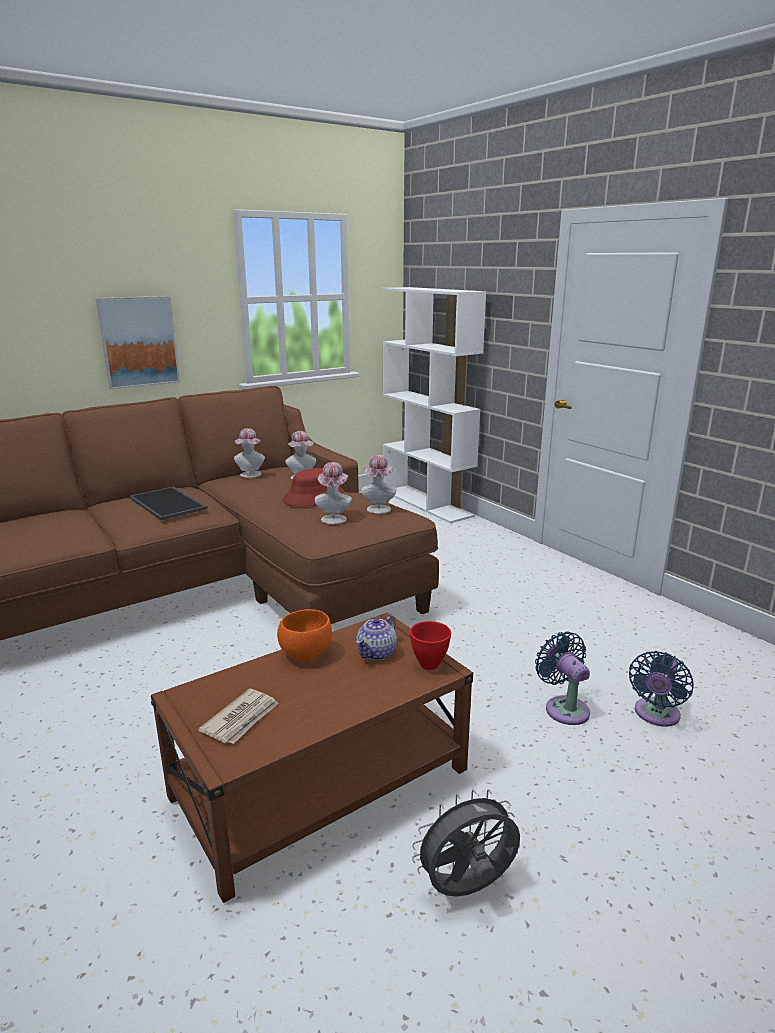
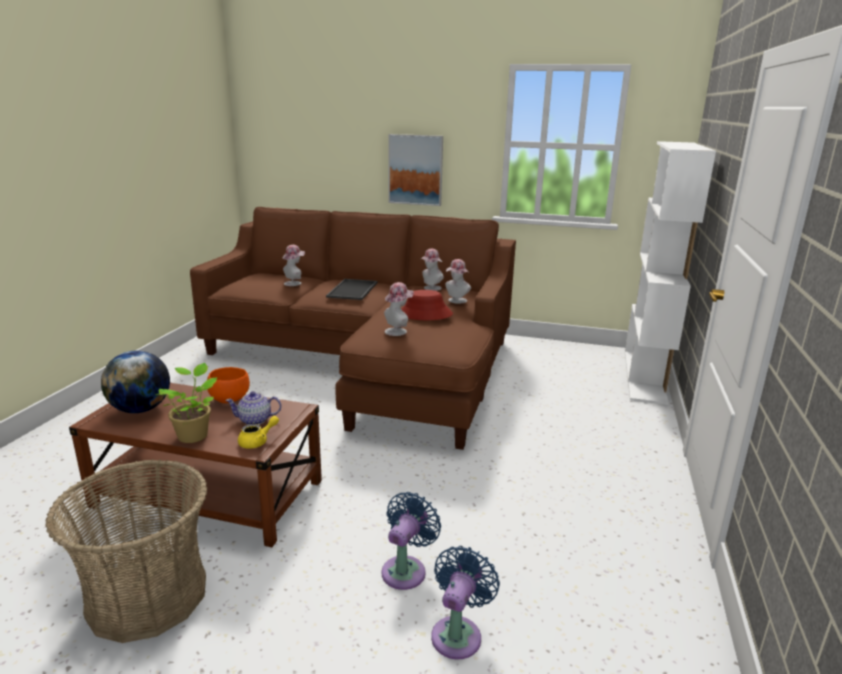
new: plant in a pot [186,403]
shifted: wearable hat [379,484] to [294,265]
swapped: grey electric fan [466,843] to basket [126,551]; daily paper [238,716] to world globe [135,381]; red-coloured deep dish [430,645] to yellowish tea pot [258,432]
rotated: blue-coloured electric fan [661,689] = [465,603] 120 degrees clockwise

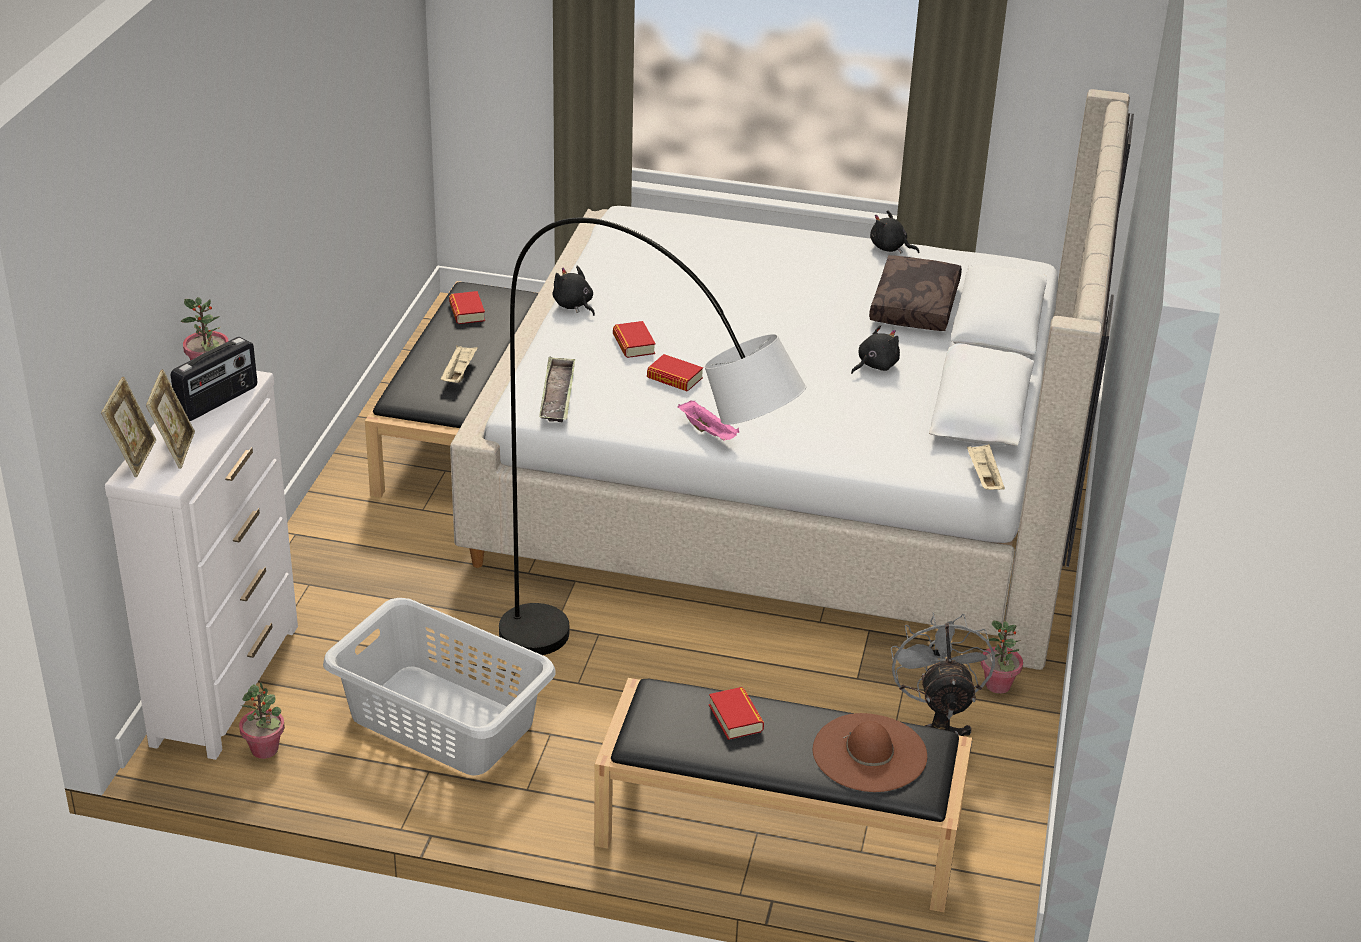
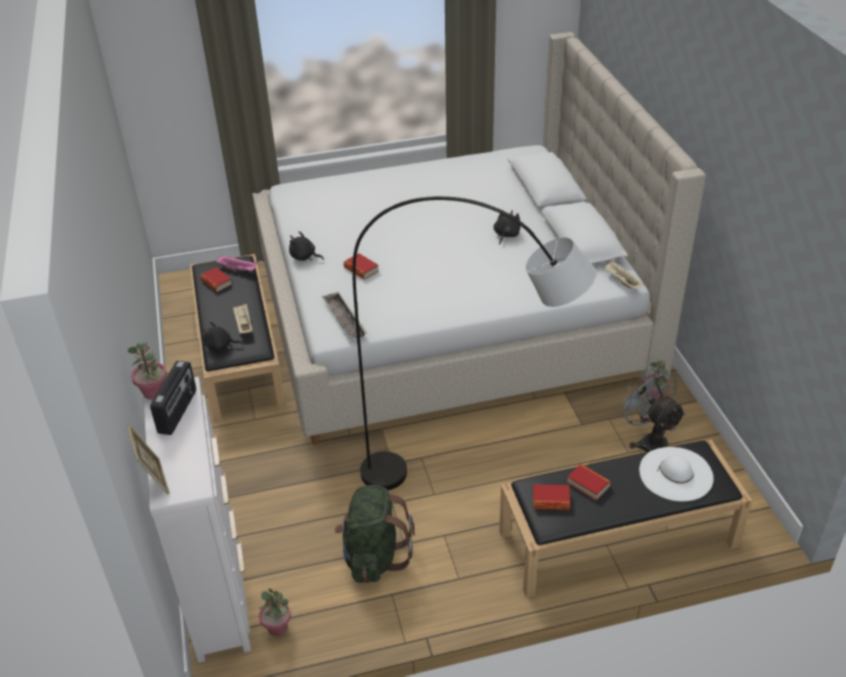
gone: standing frame [170,419]; brown throw pillow [915,293]
shifted: black plush toy [894,231] to [223,336]; pink-coloured carrying tray [708,420] to [236,263]; bound book [675,373] to [551,497]
swapped: grey washing basket [439,687] to green backpack [375,534]
repainted: brown wearable hat [870,752] to whitish wearable hat [676,474]

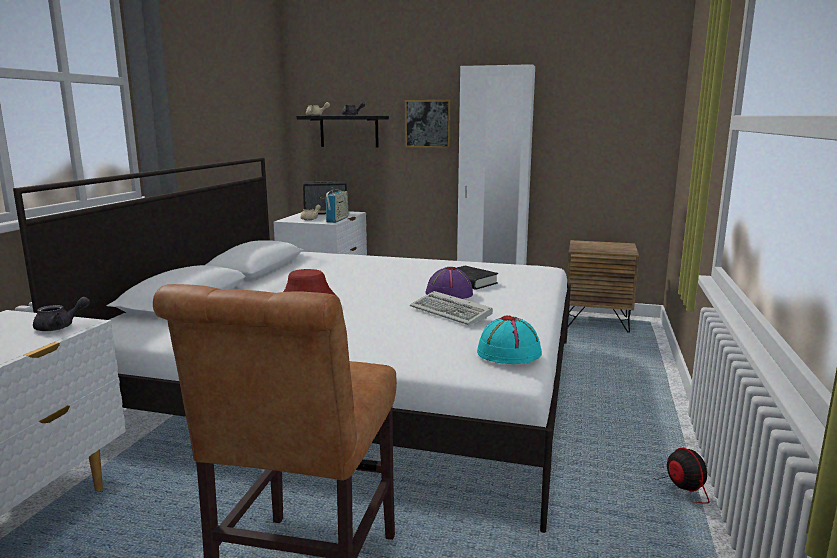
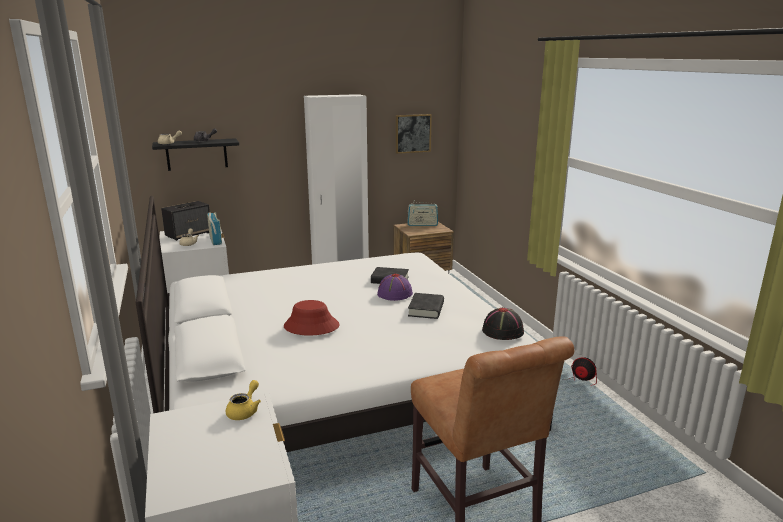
new: radio [422,214]
shifted: wall art [428,124] to [414,134]
swapped: computer keyboard [451,308] to black bound book [426,306]
repainted: grey tea pot [61,314] to yellowish tea pot [243,400]; blue-green wearable hat [509,339] to black wearable hat [503,323]

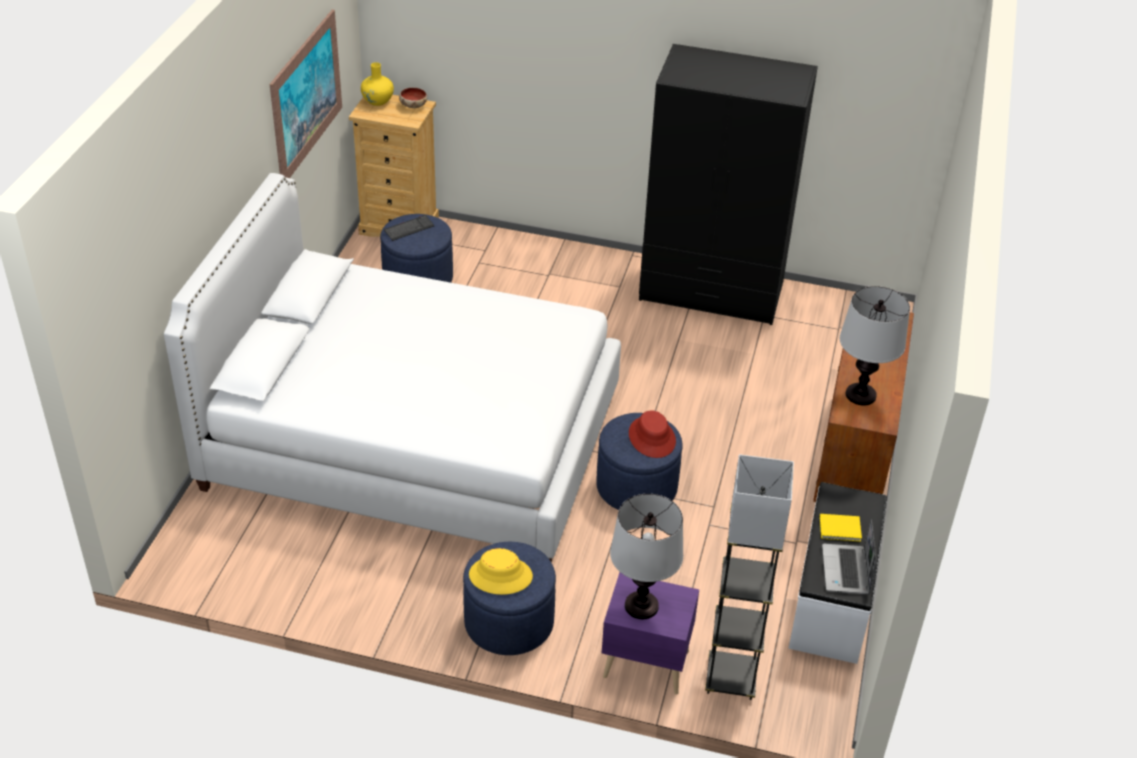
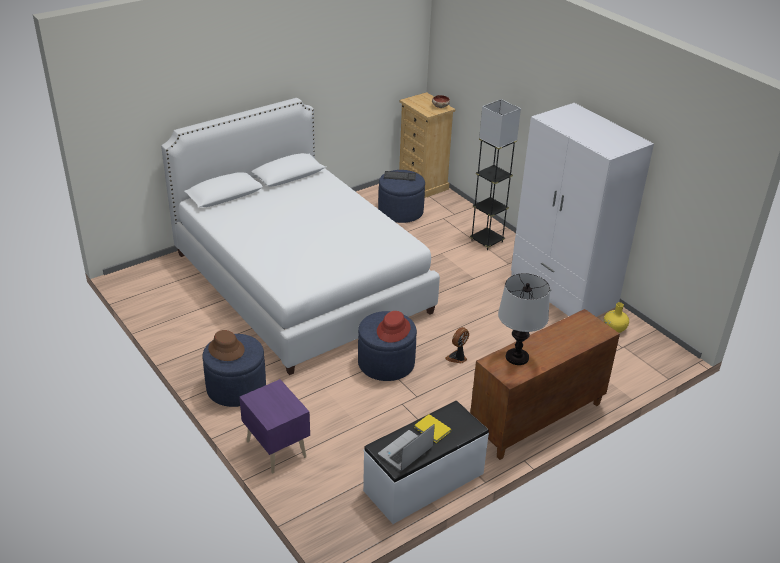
gone: wall art [306,93]; table lamp [646,556]
new: electric fan [457,345]
shifted: black floor lamp [749,577] to [495,174]; yellowish flower vase [377,84] to [616,317]
repainted: yellowish wearable hat [501,571] to brown wearable hat [226,345]; black armoire [728,184] to whitish armoire [582,210]

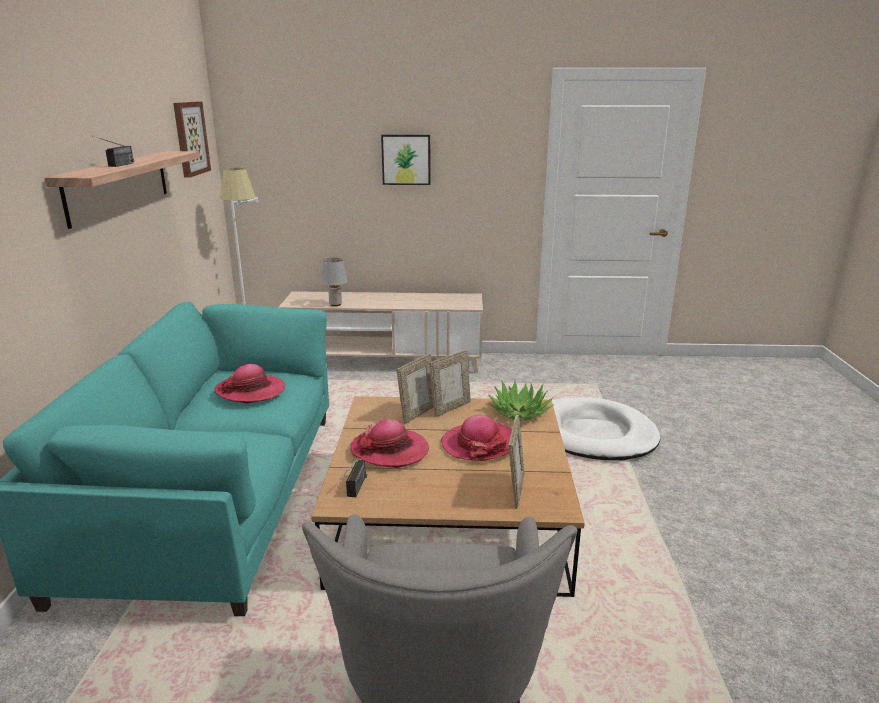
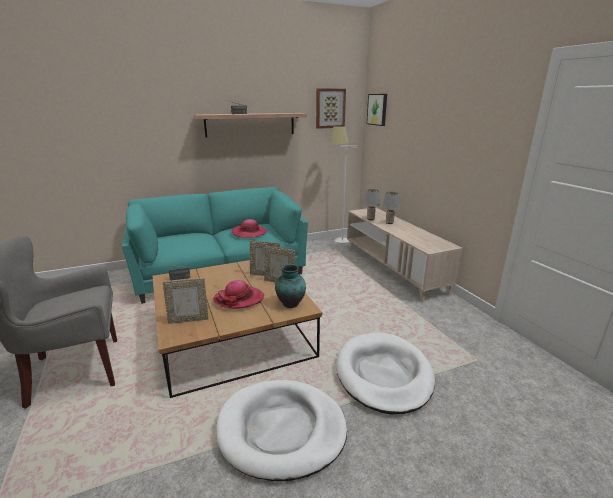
gone: wearable hat [389,443]
new: whitish dog bed [281,430]; grey table lamp [391,208]
shifted: wall art [406,160] to [377,110]
swapped: plant in a pot [521,400] to flower vase [290,286]

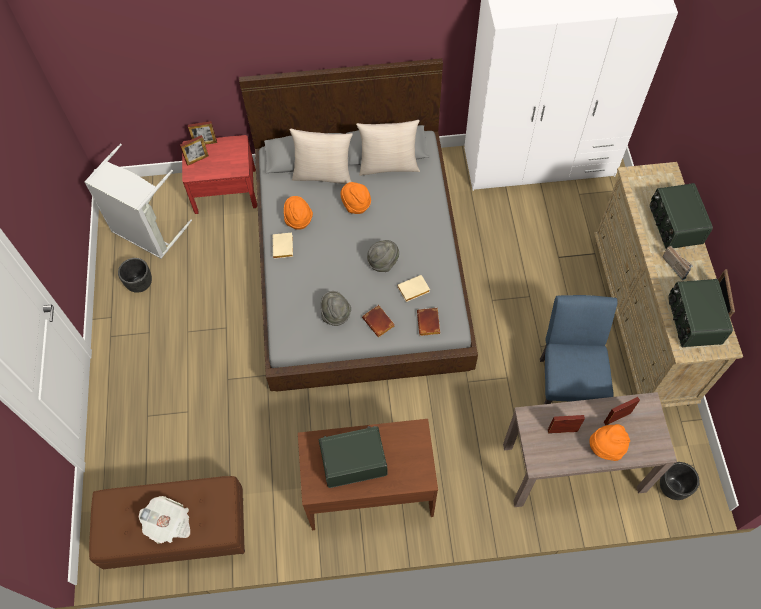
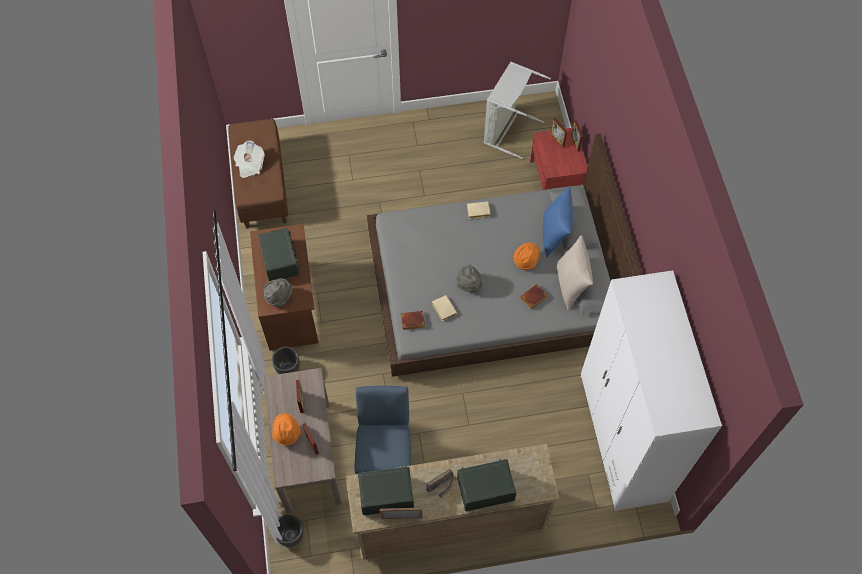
gone: orange wearable hat [298,213]
shifted: grey wearable hat [336,308] to [277,293]; black flower pot [135,275] to [286,360]; brown bound book [378,321] to [534,296]
repainted: beige throw pillow [321,156] to blue-coloured throw pillow [558,221]
rotated: blue-coloured plain chair [579,349] = [382,429] 90 degrees counterclockwise

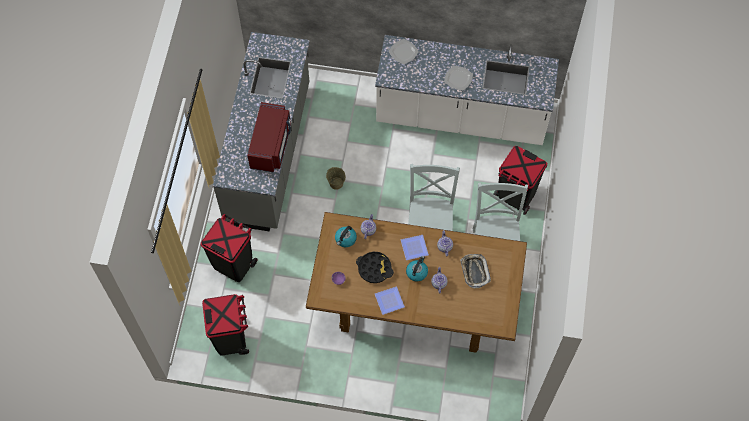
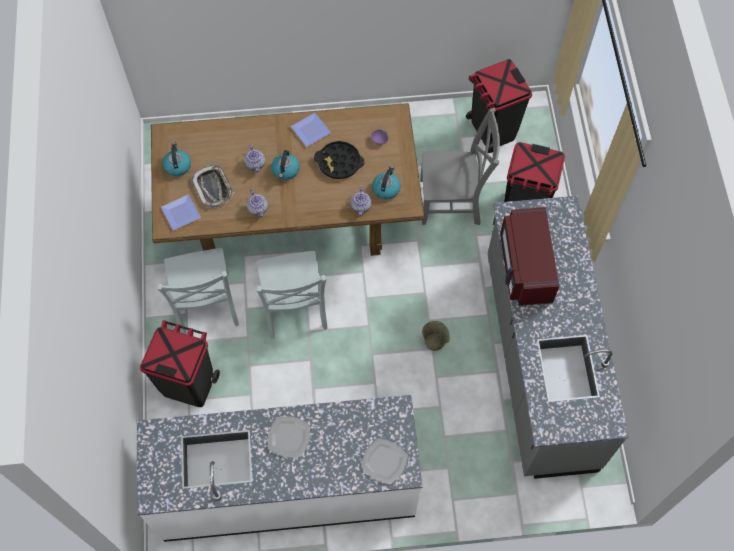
new: kettle [177,159]; grey plain chair [460,166]
shifted: dinner plate [415,247] to [181,213]

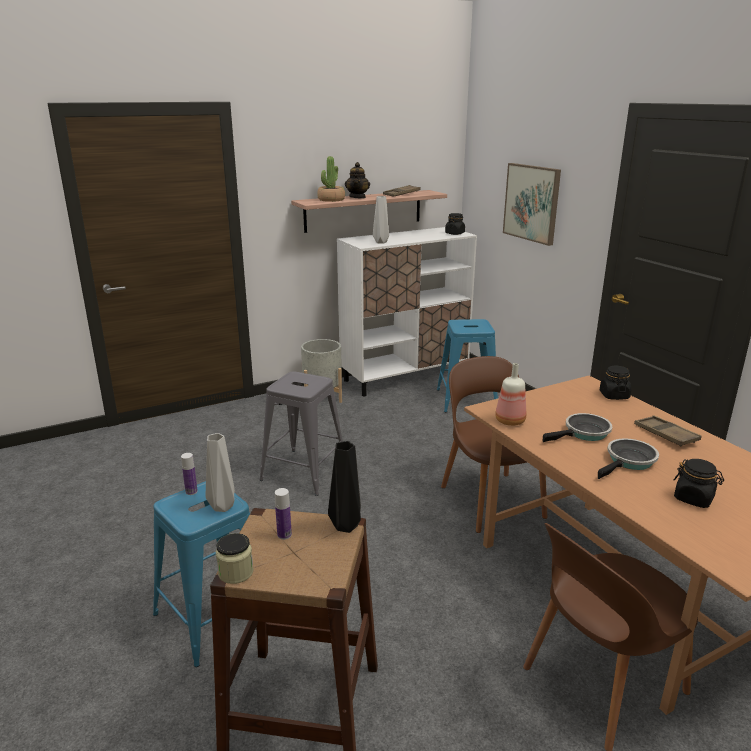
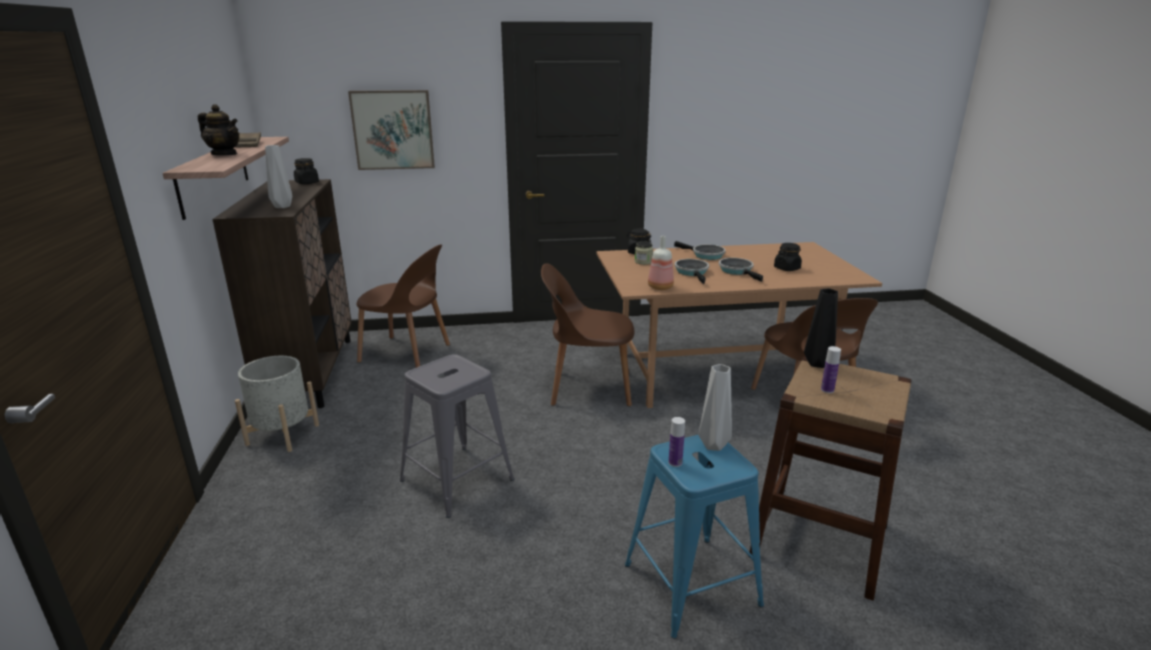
gone: plant in a pot [331,179]
shifted: storage jar [235,558] to [644,253]
swapped: blue-coloured sitting stool [467,366] to brown plain chair [403,306]; brown carrying tray [667,430] to skillet [700,250]
repainted: whitish cabinet [407,311] to brown cabinet [282,293]

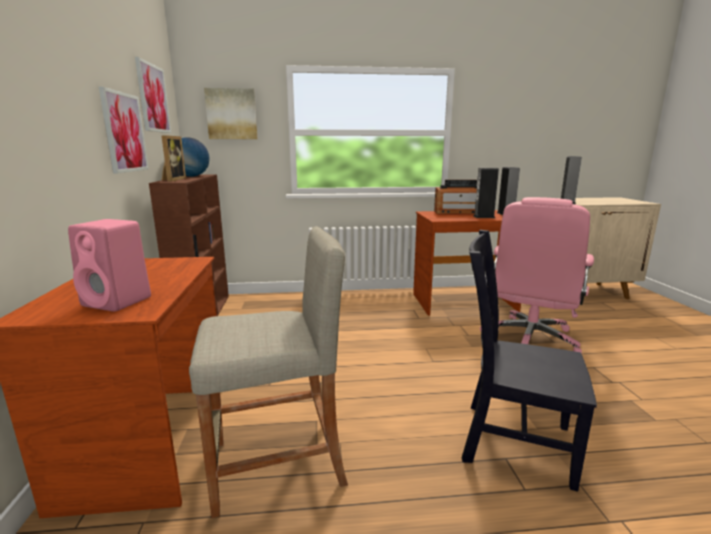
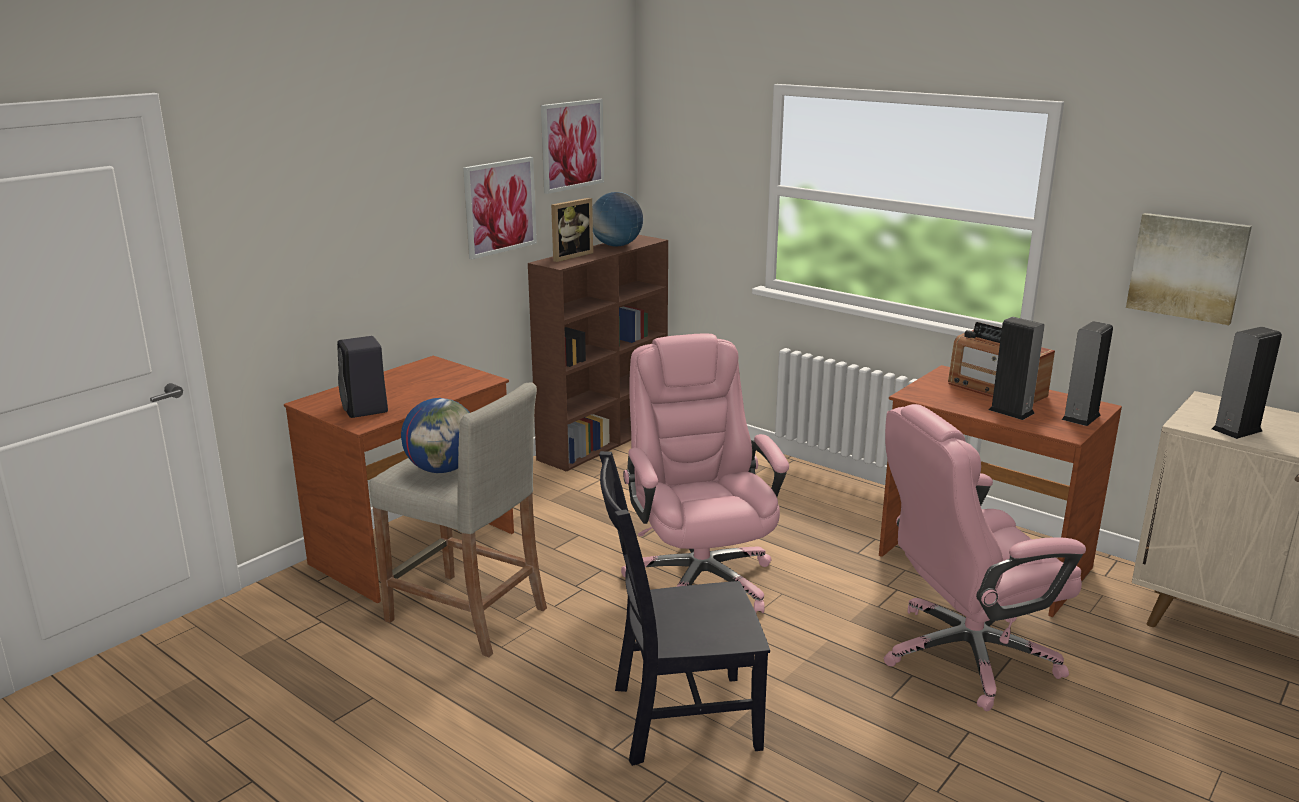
new: world globe [435,435]; pink-coloured computer chair [705,473]
shifted: wall art [231,113] to [1189,269]
repainted: pink-coloured speaker [109,265] to black speaker [362,377]
rotated: black plain chair [529,361] = [684,608] 75 degrees counterclockwise

